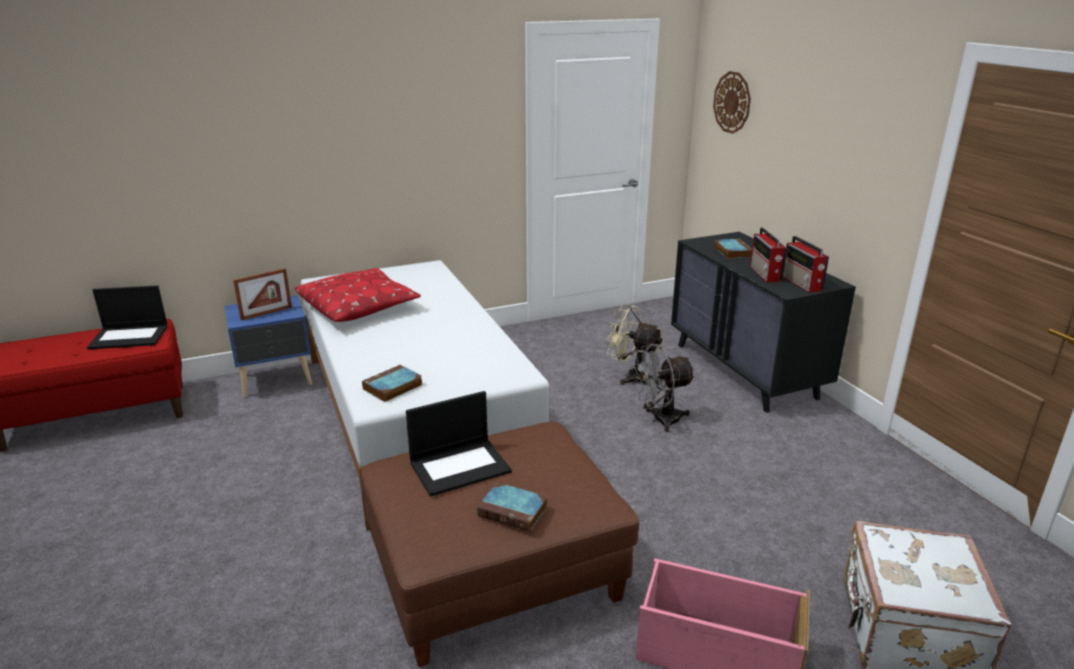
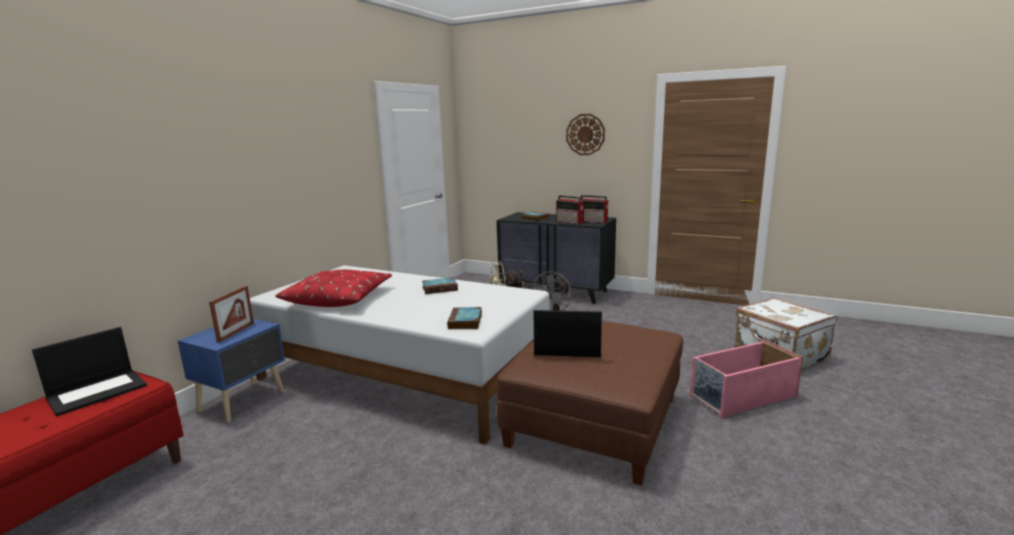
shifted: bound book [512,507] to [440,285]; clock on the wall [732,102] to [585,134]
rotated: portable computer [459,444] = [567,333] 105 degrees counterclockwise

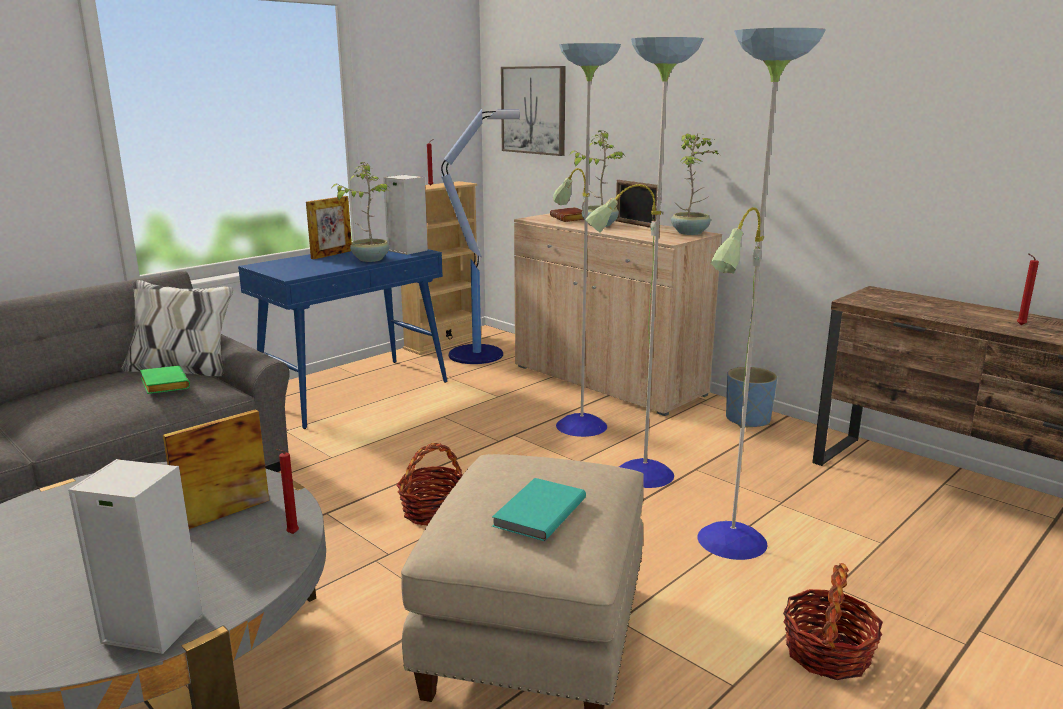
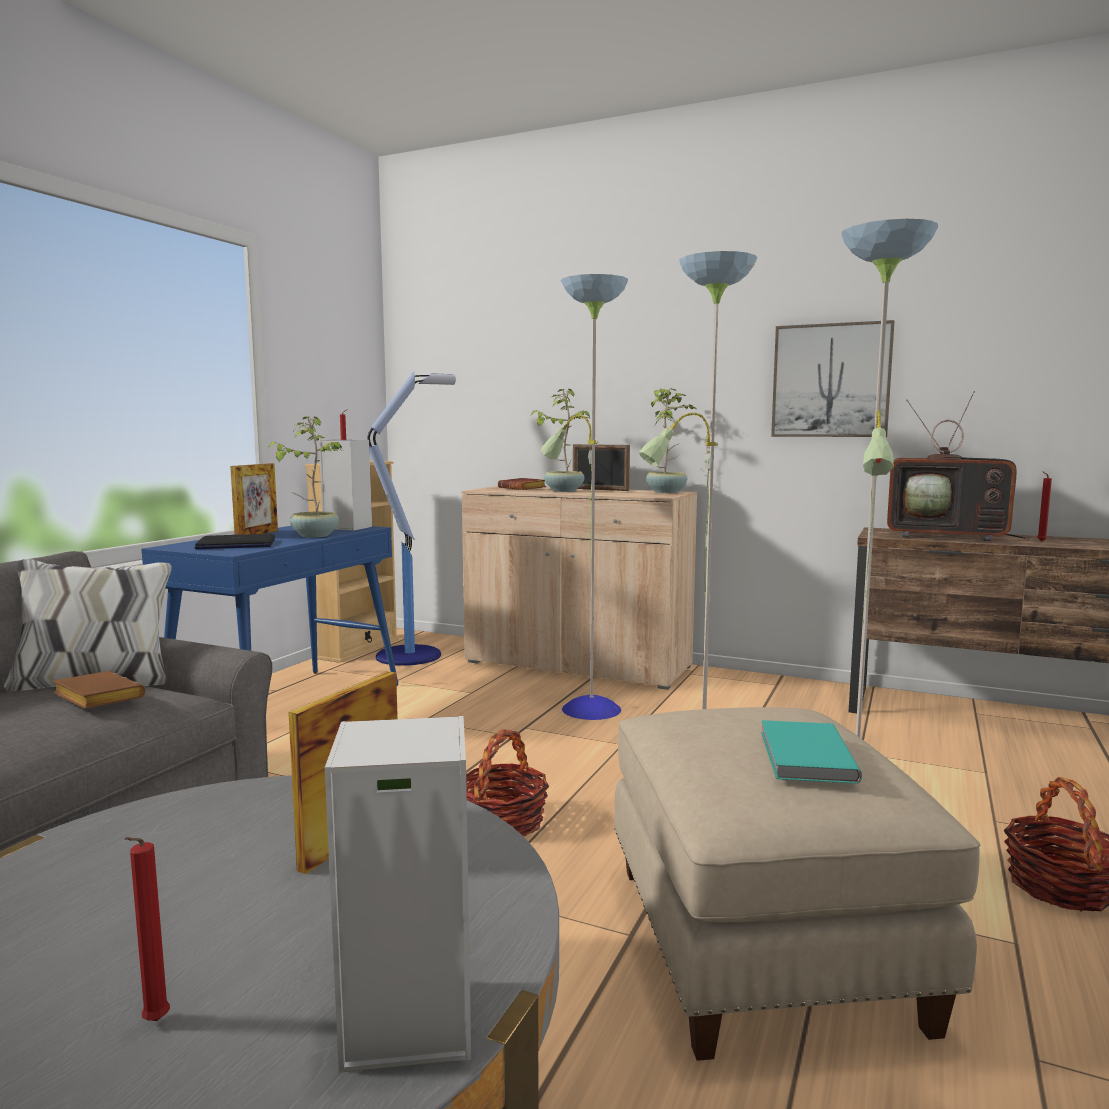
gone: blue-coloured flower pot [751,397]
new: portable computer [235,541]; television [959,466]
shifted: red-coloured wax light [287,491] to [147,929]; wall art [533,111] to [833,378]
repainted: green bound book [165,380] to brown bound book [99,690]

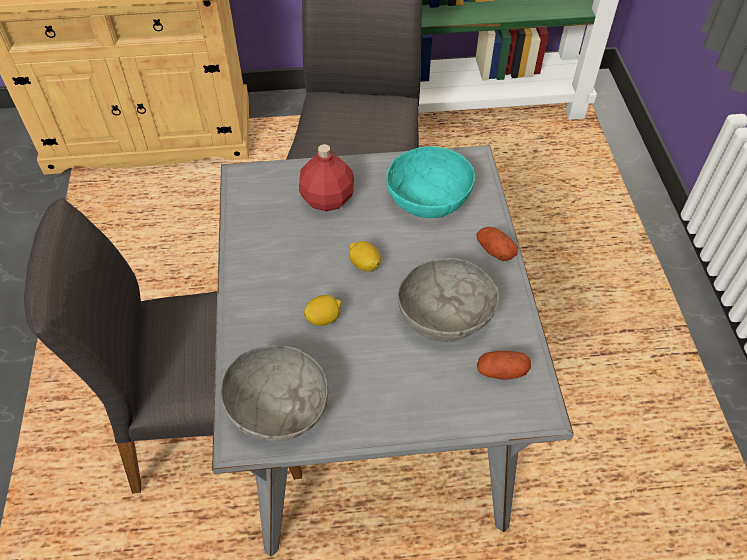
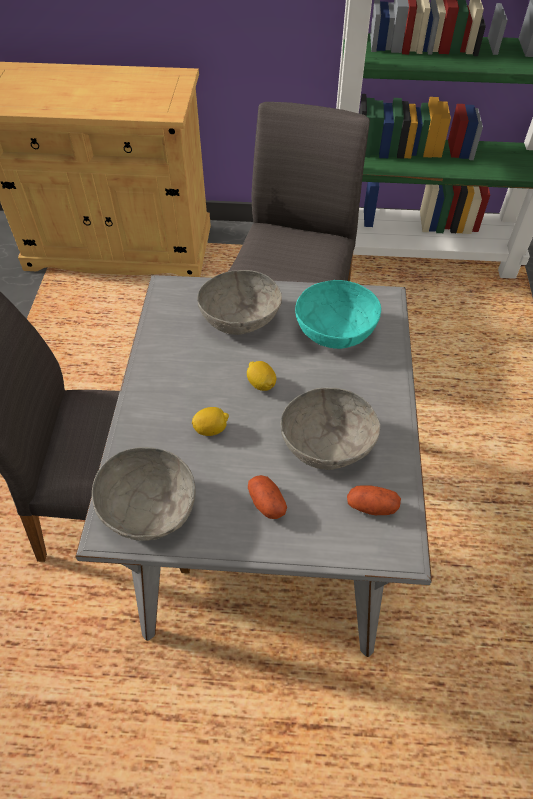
shifted: whole potato [497,244] to [267,497]
swapped: red-coloured beverage bottle [326,177] to grey deep dish [239,302]

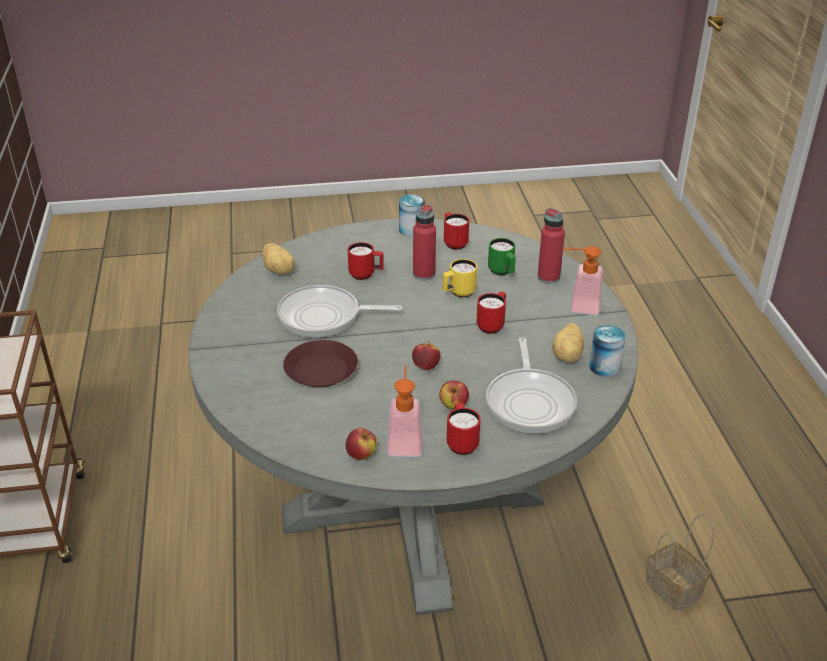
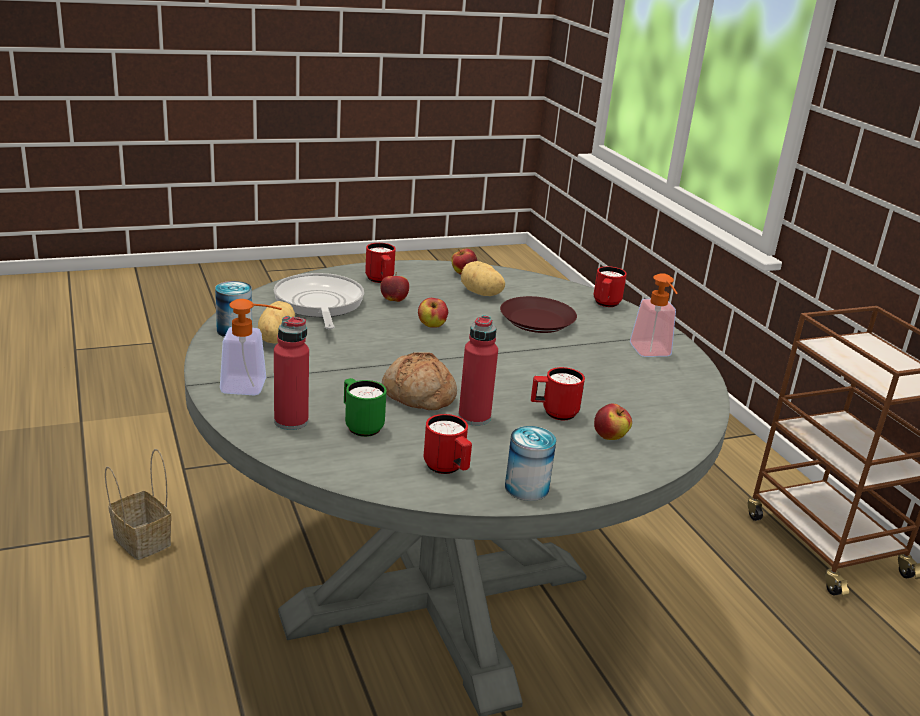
gone: skillet [339,311]
new: apple [613,422]
shifted: whole potato [278,259] to [483,278]; red-coloured tea mug [491,312] to [610,286]; soap dispenser [405,410] to [654,315]
swapped: yellowish tea mug [460,278] to bakery bread [419,381]

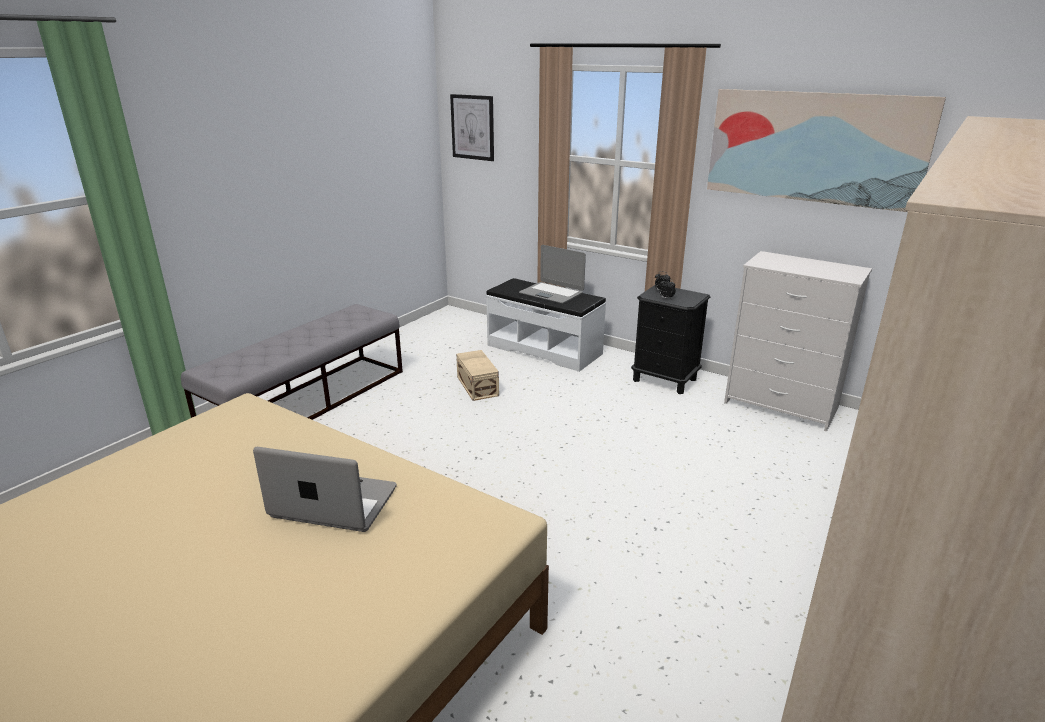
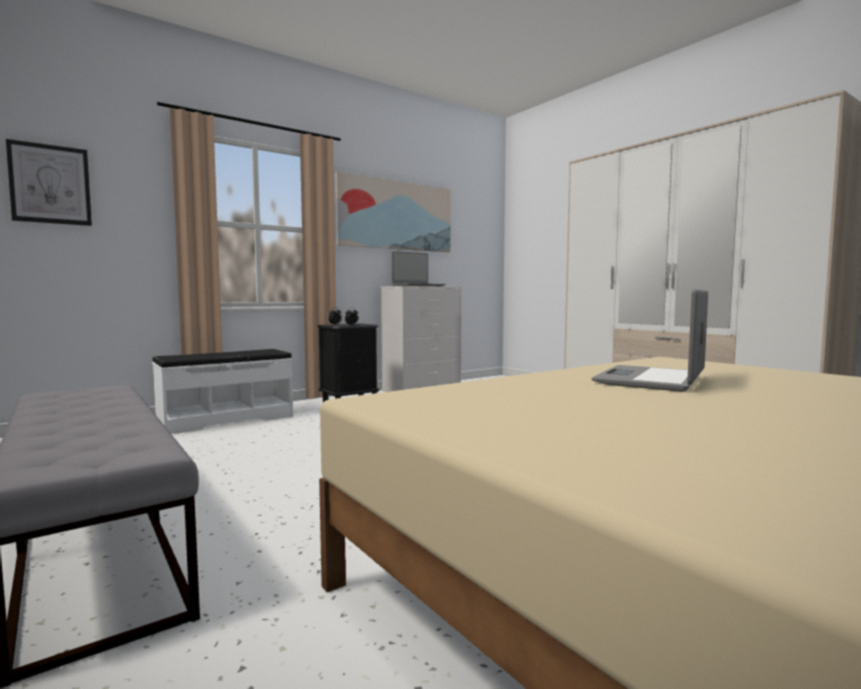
gone: beige storage bin [477,375]
shifted: portable computer [552,274] to [418,268]

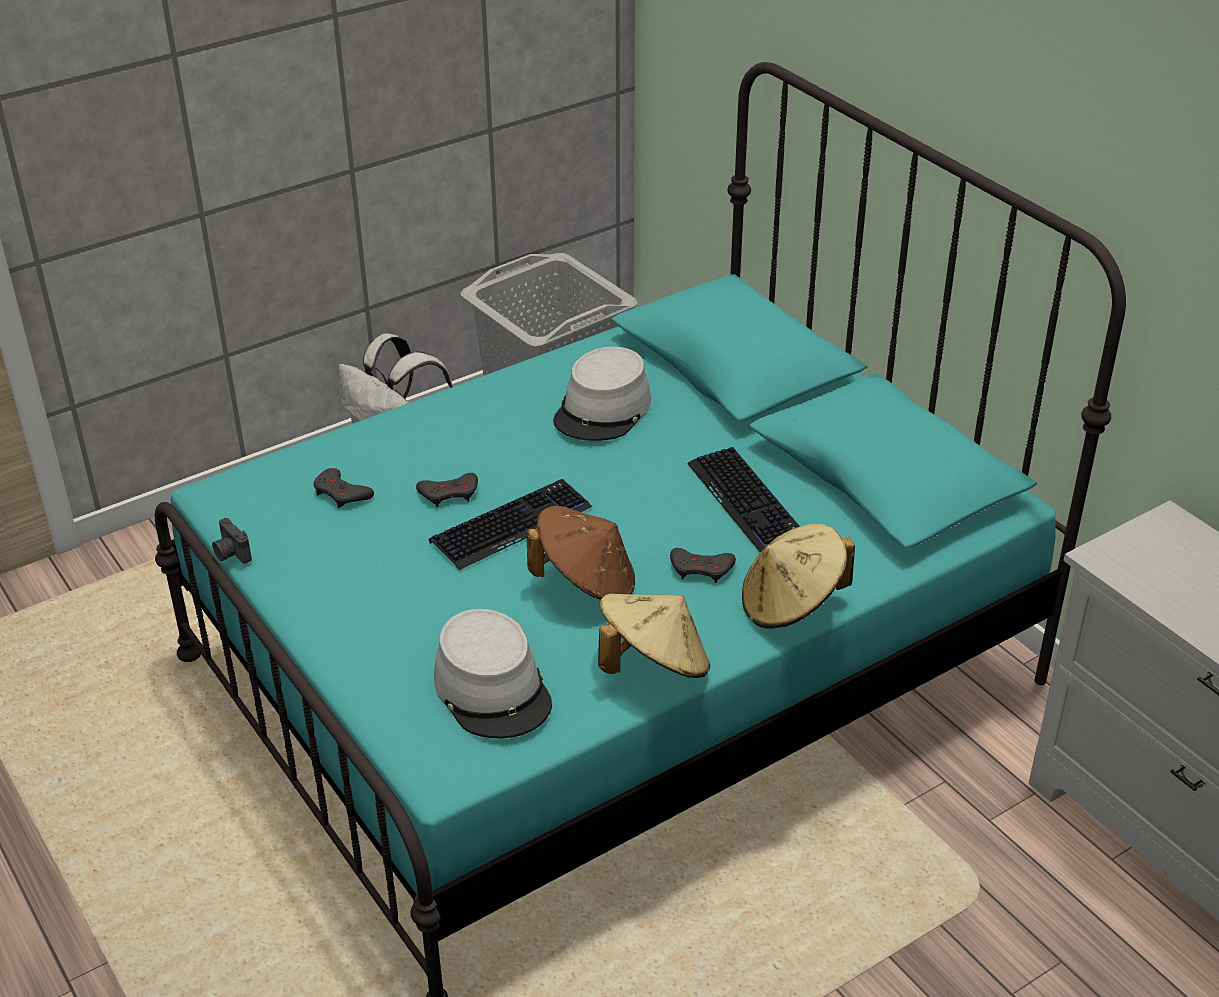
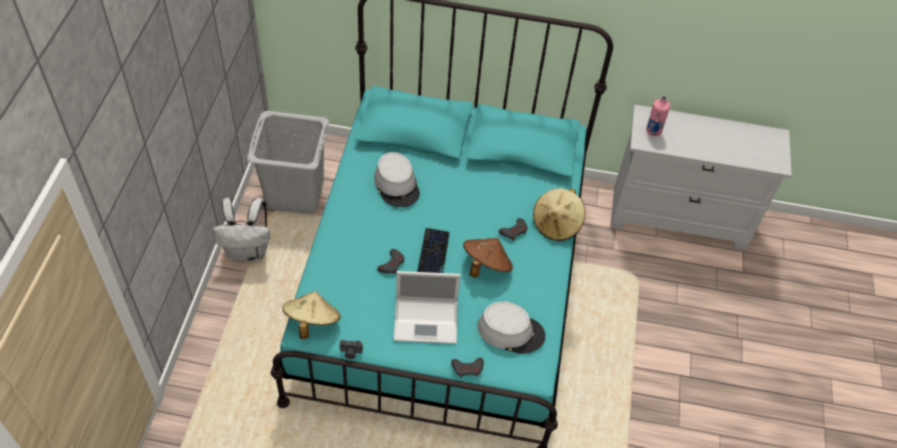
gone: computer keyboard [743,499]
new: portable computer [427,307]; pink-coloured beverage bottle [658,116]
shifted: beige wearable hat [654,635] to [311,315]; grey game controller [344,488] to [467,368]

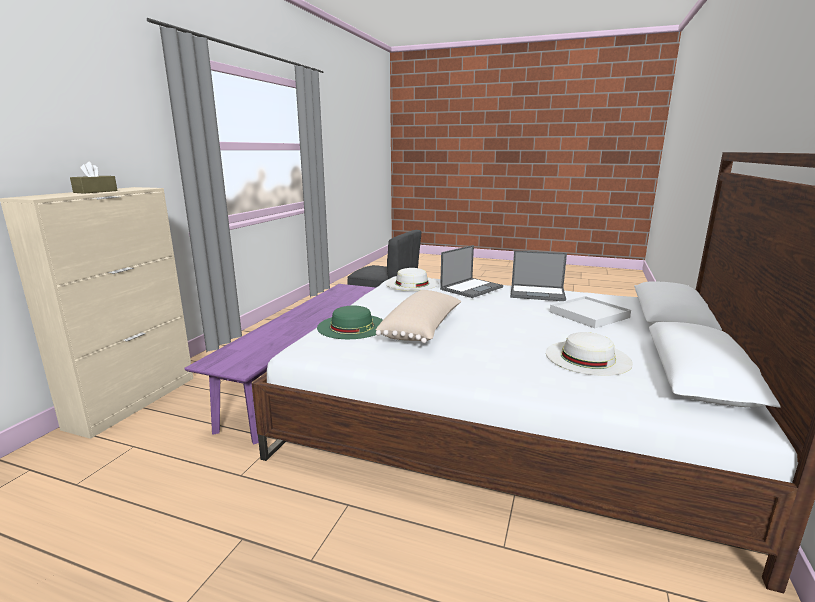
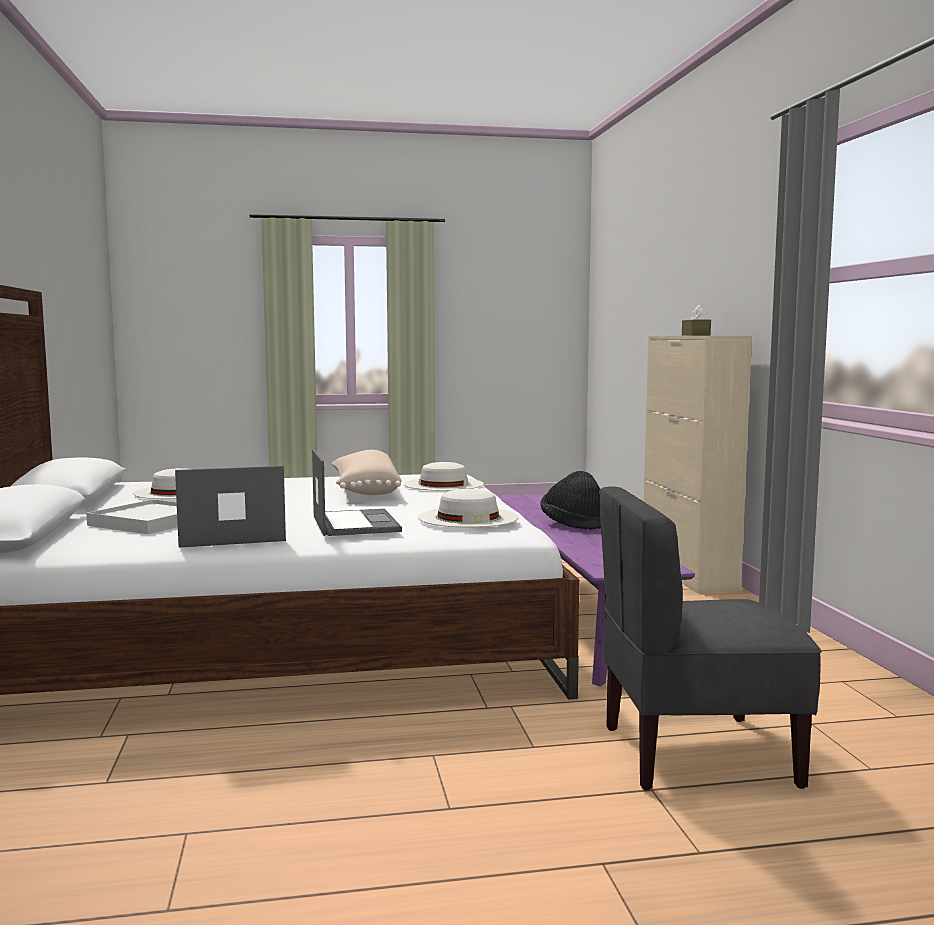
new: black wearable hat [571,500]
repainted: green wearable hat [350,322] to whitish wearable hat [444,476]
rotated: portable computer [471,271] = [357,492] 150 degrees clockwise

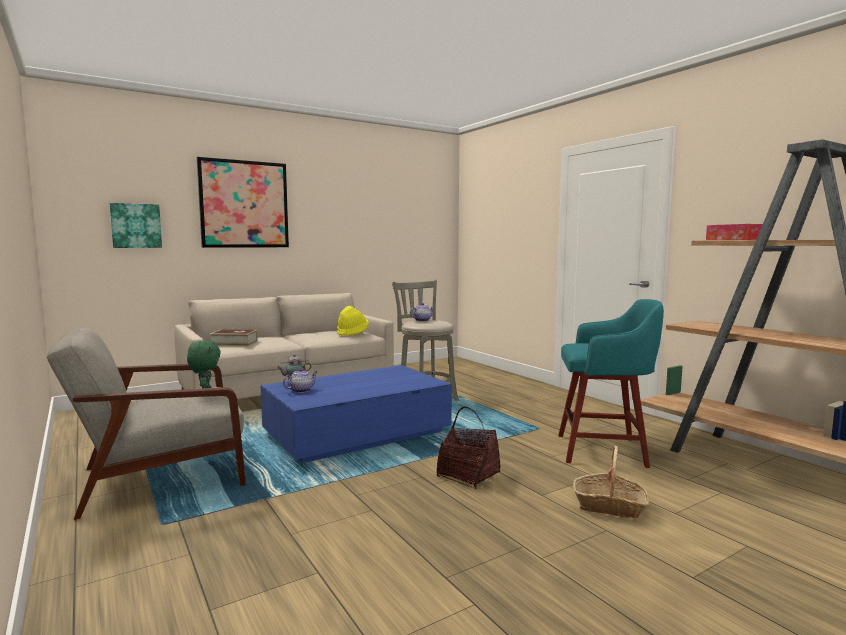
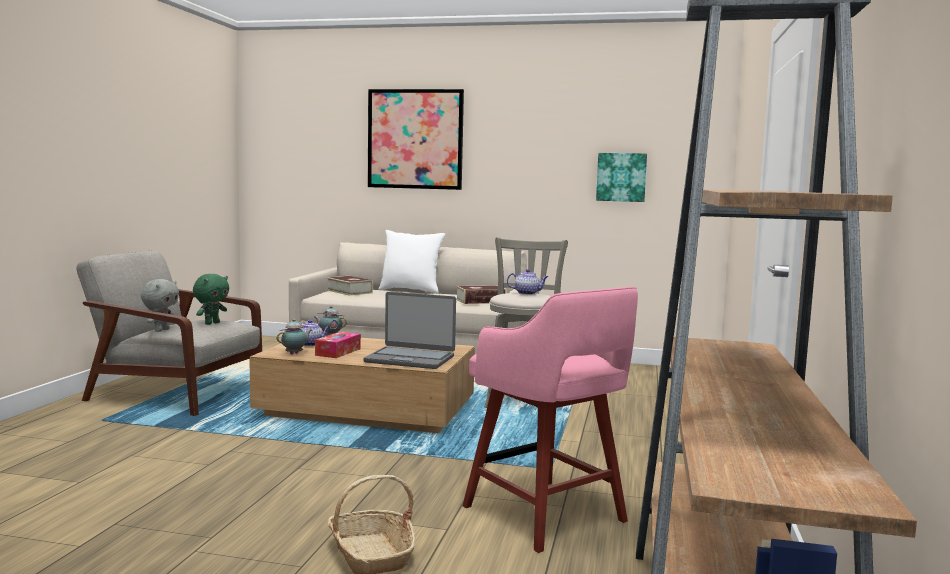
gone: basket [469,448]
new: grey plush toy [160,305]; tea pot [294,336]; portable computer [409,330]; whitish throw pillow [412,262]
shifted: box of tissues [734,232] to [338,345]; wall art [136,225] to [621,177]
swapped: yellowish wearable hat [353,321] to bound book [481,294]
repainted: blue-coloured lounge table [356,414] to brown lounge table [362,385]; blue-green sitting stool [611,383] to pink-coloured sitting stool [550,420]

